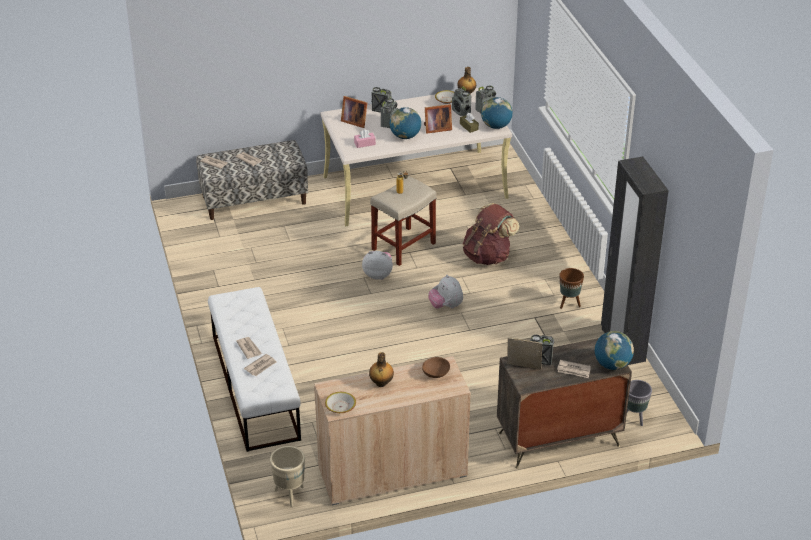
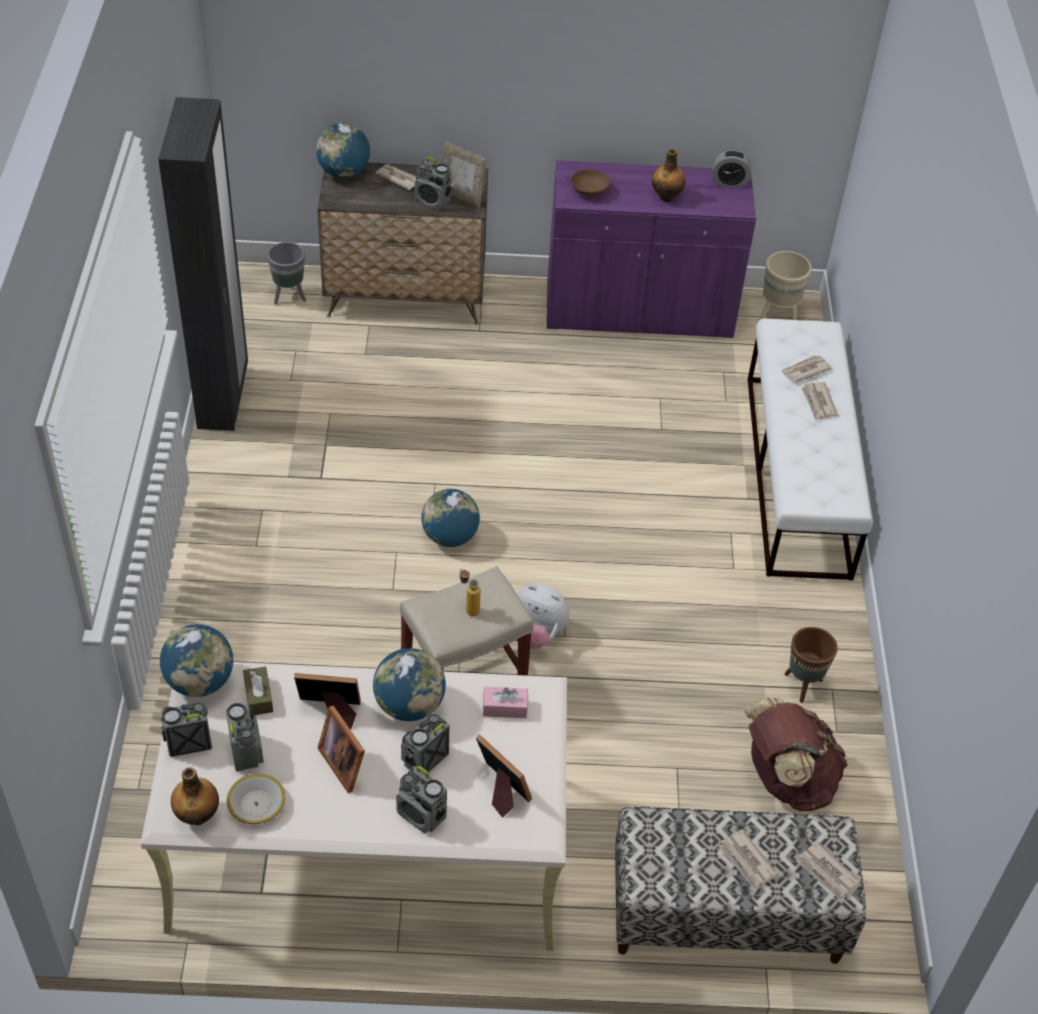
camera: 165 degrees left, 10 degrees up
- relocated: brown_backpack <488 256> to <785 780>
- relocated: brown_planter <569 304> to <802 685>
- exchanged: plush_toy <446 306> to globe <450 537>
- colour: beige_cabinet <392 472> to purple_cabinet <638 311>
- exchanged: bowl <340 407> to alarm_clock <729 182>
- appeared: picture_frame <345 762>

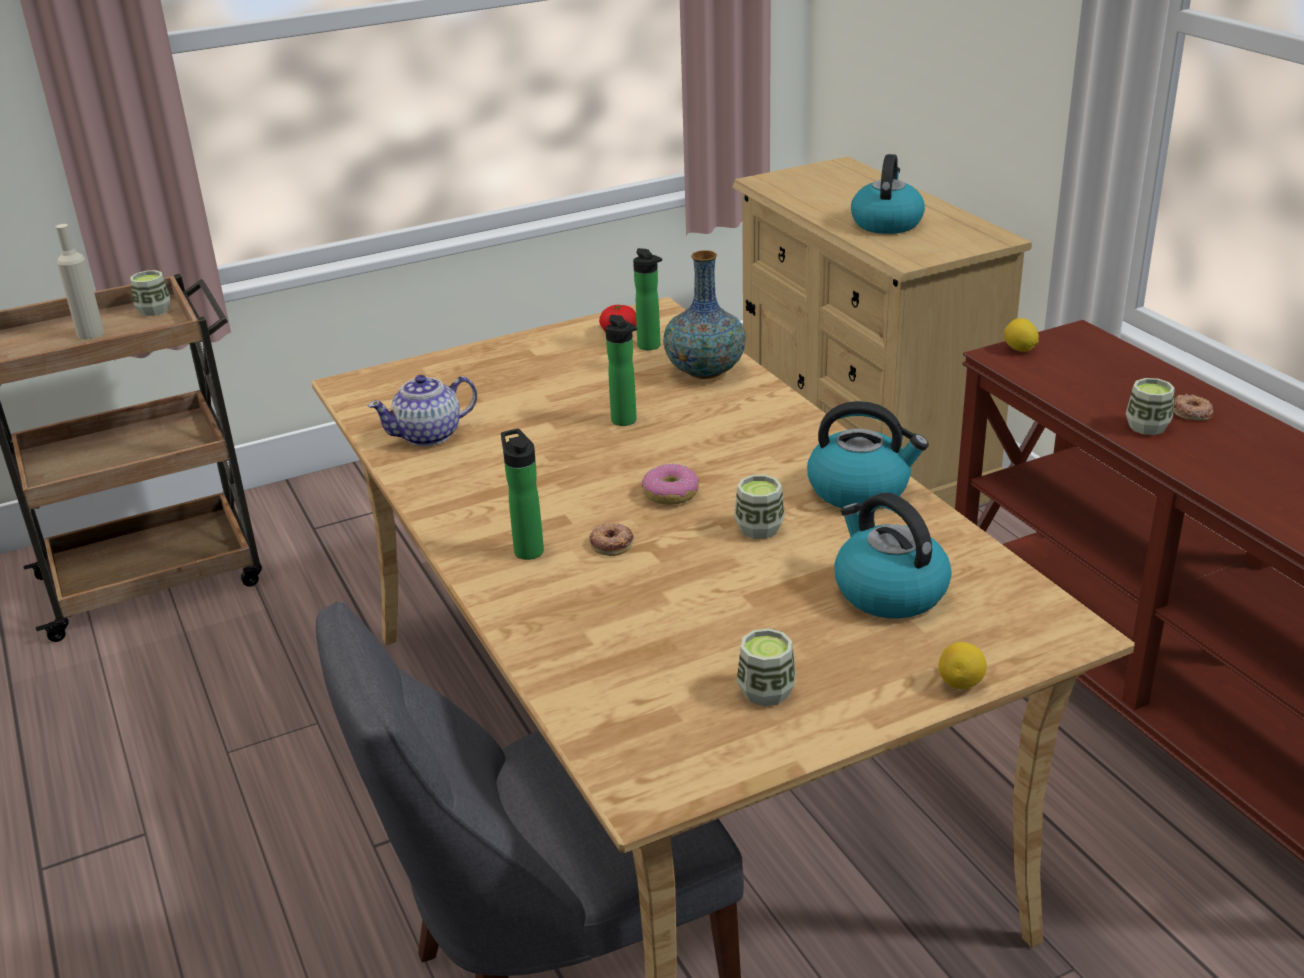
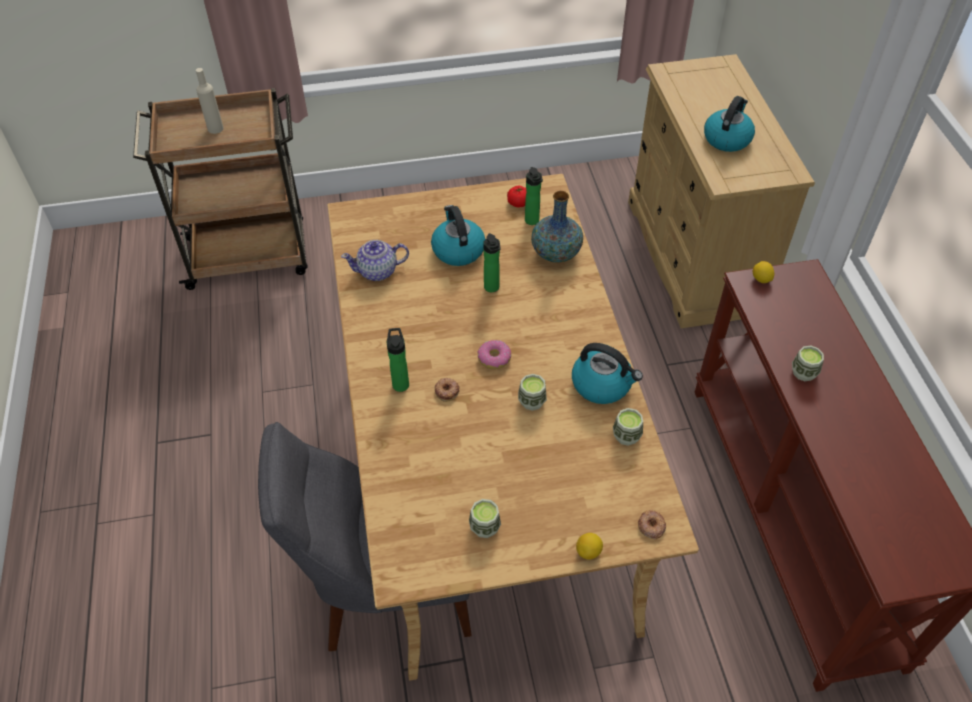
camera: 15 degrees right, 20 degrees up
- relocated: cup <154 310> to <626 436>
- relocated: donut <1191 412> to <651 526>
- relocated: kettle <888 591> to <457 250>

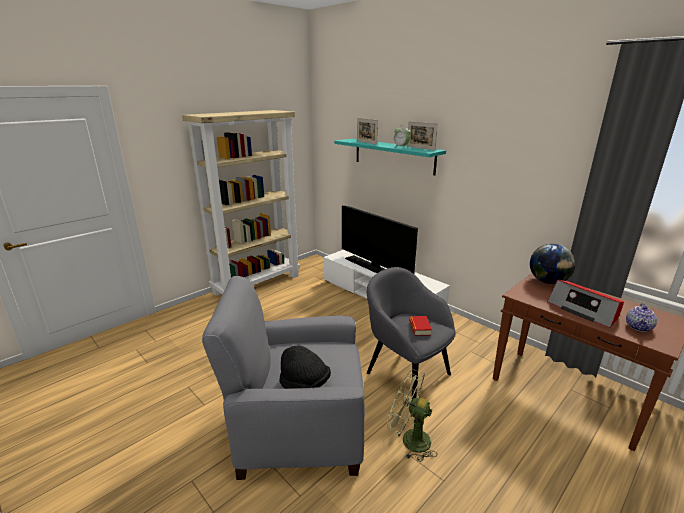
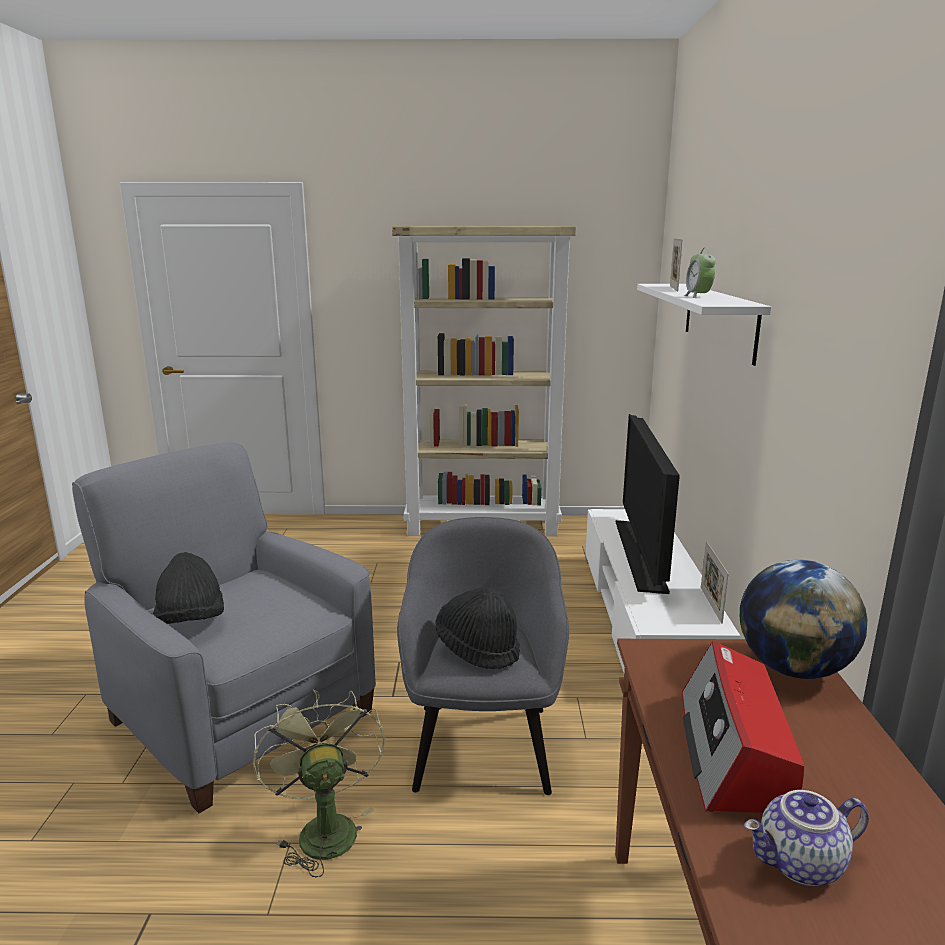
camera: 45 degrees right, 5 degrees down
- relocated: picture_frame <420 148> to <711 605>
- colour: turquoise_shelf <393 155> to white_shelf <719 319>
- exchanged: book <419 328> to black_hat <478 649>

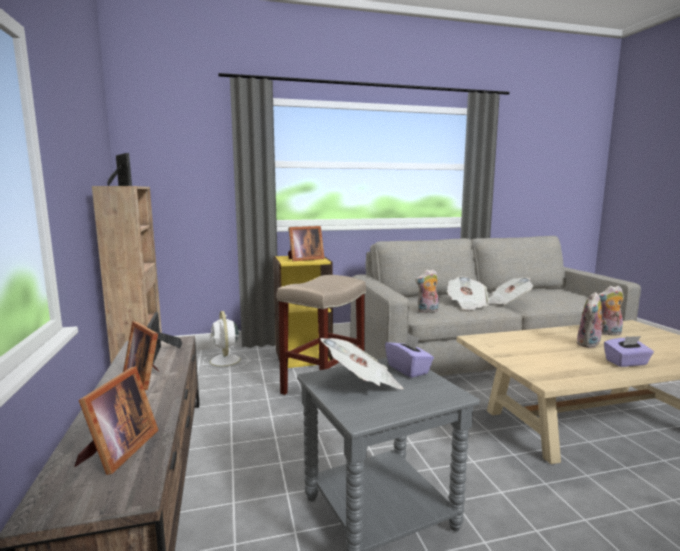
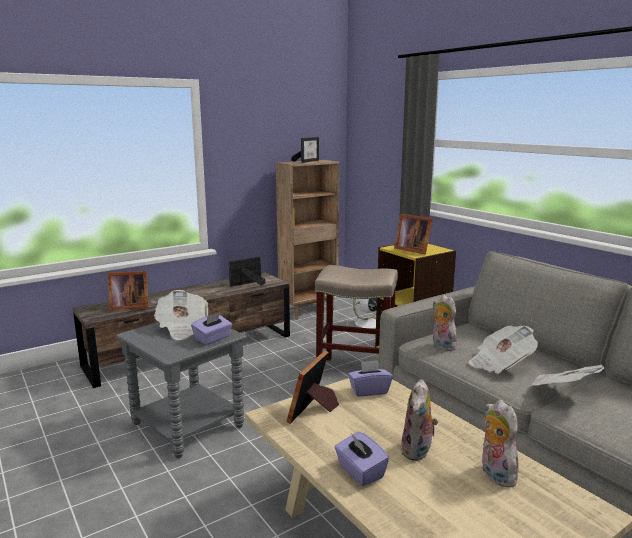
camera: 70 degrees right, 5 degrees up
- spun: plush_toy <590 344> = <418 451> 90 degrees counterclockwise
- relocated: picture_frame <146 377> to <313 411>
- appeared: purple_tissue_box <369 391>

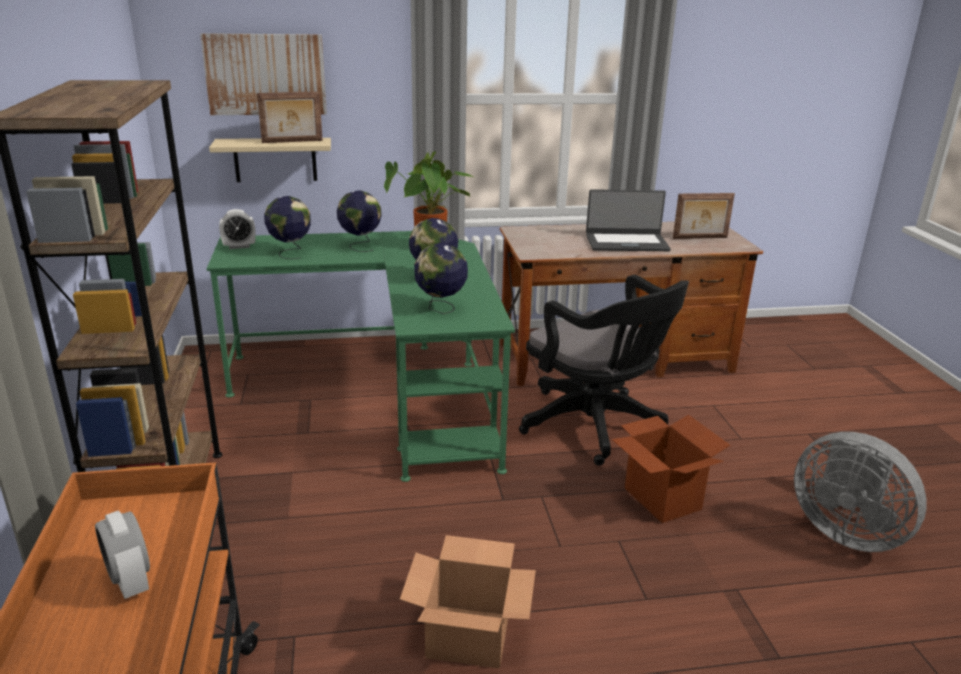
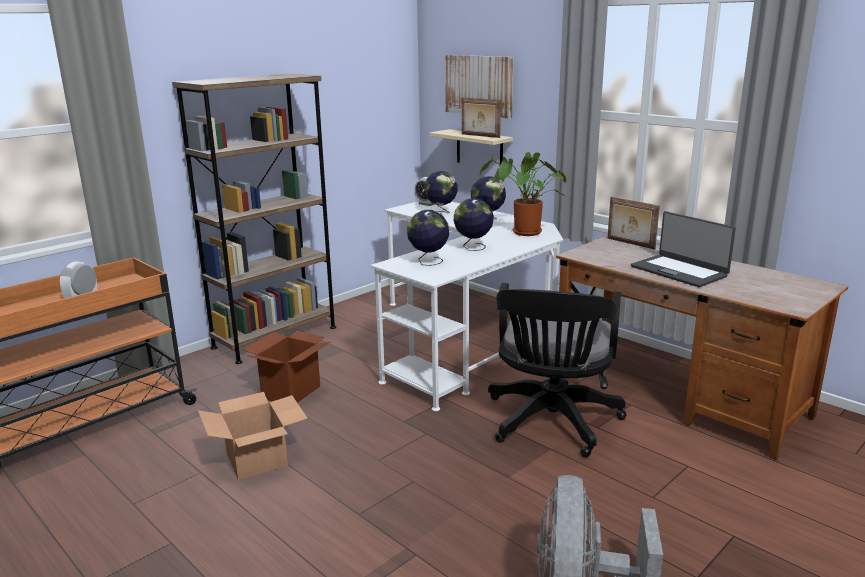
camera: 55 degrees right, 5 degrees down
- relocated: picture_frame <700 238> to <630 243>
- colour: green_desk <383 391> to white_desk <467 338>
- relocated: cardboard_box <661 498> to <291 392>

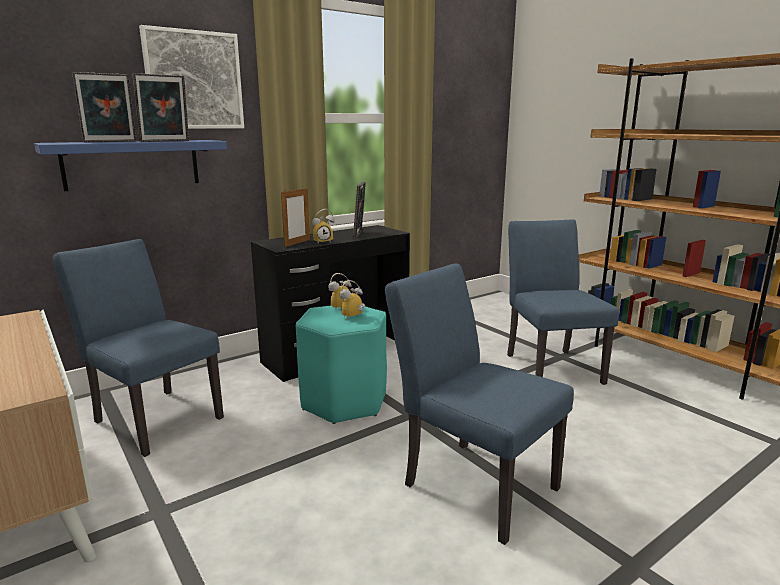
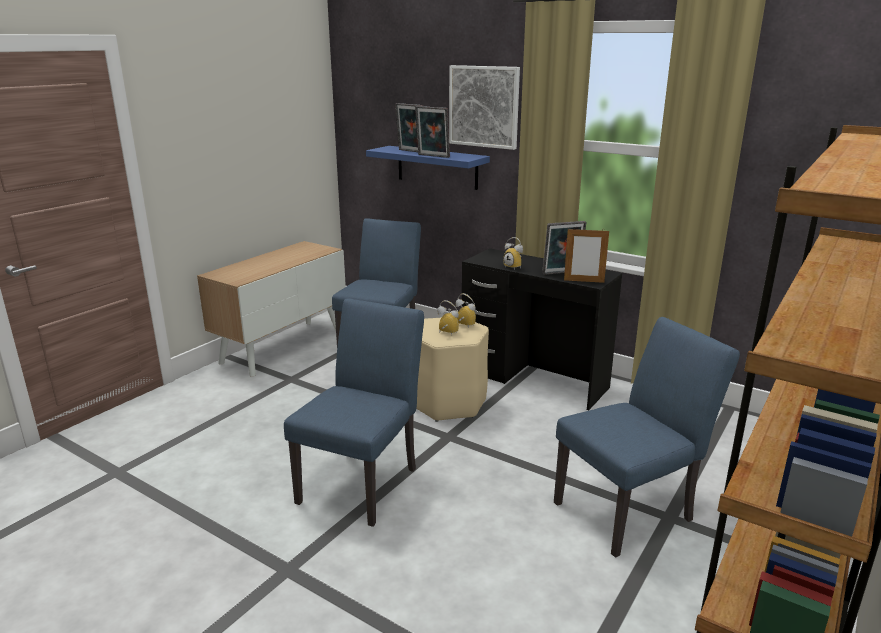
camera: 70 degrees right, 5 degrees up
- relocated: picture_frame <297 243> to <584 281>
- colour: turquoise_stool <344 402> to beige_stool <448 403>

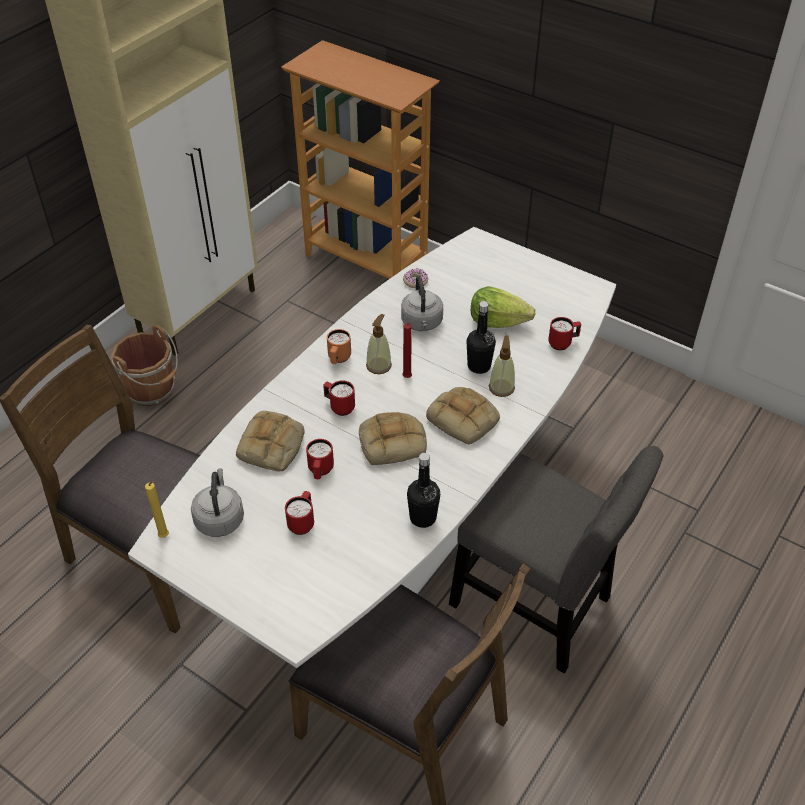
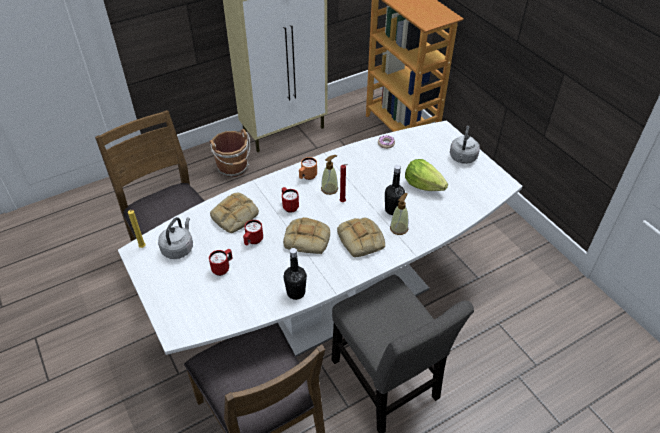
camera: 25 degrees right, 0 degrees up
- relocated: grey_kettle <422 323> to <462 158>
- missing: red_mug <563 343>

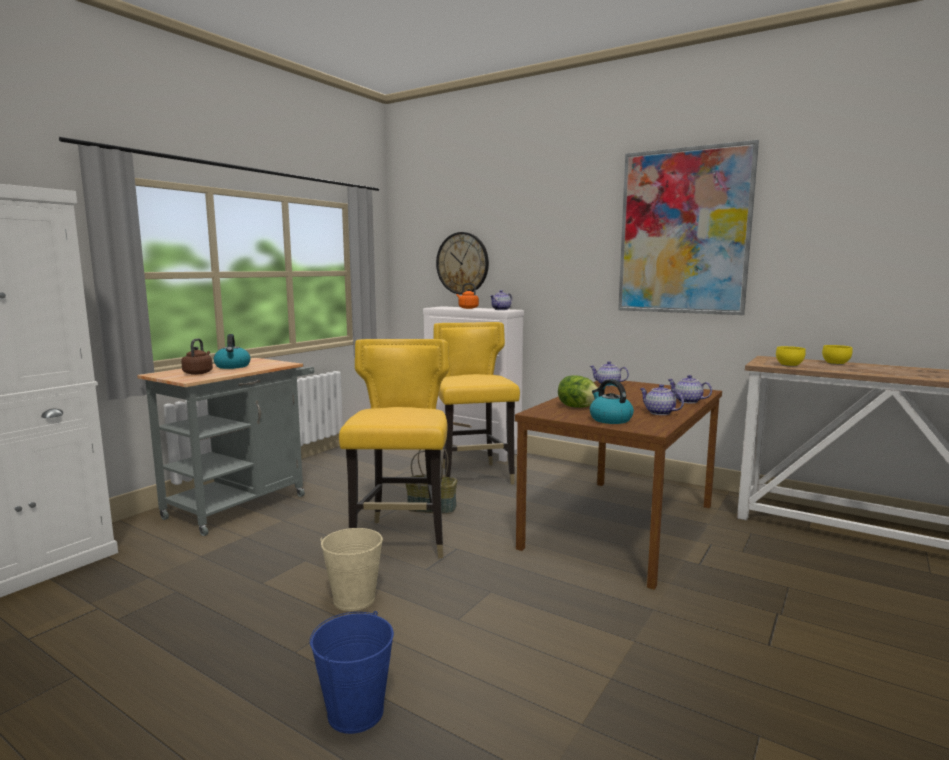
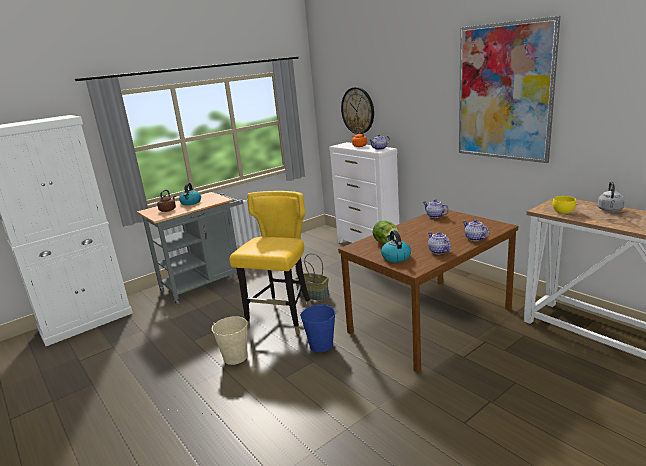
camera: 20 degrees right, 10 degrees up
- missing: yellow_chair <474 477>
- exchanged: yellow_bowl <836 363> to grey_kettle <610 210>
- relocated: blue_bucket <356 712> to <321 345>

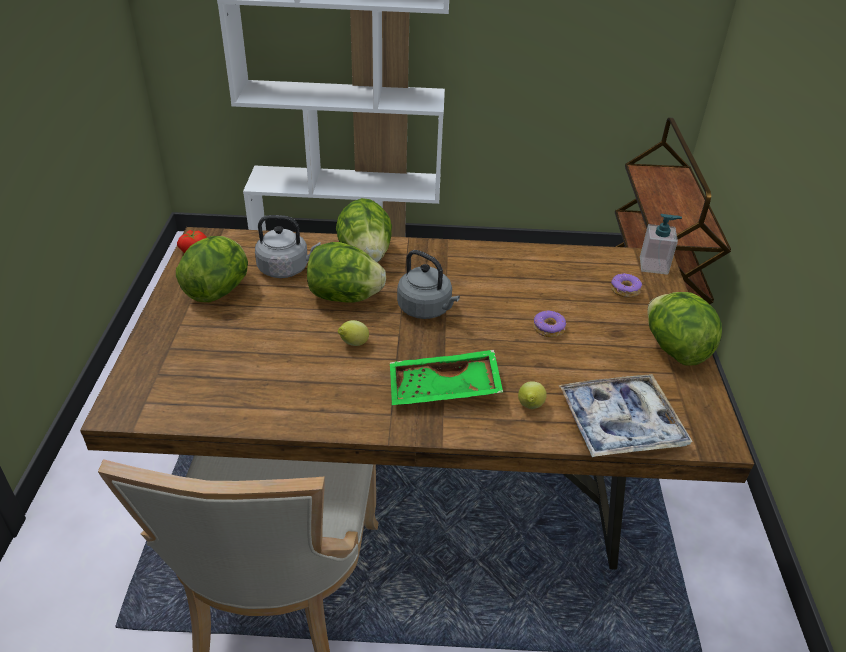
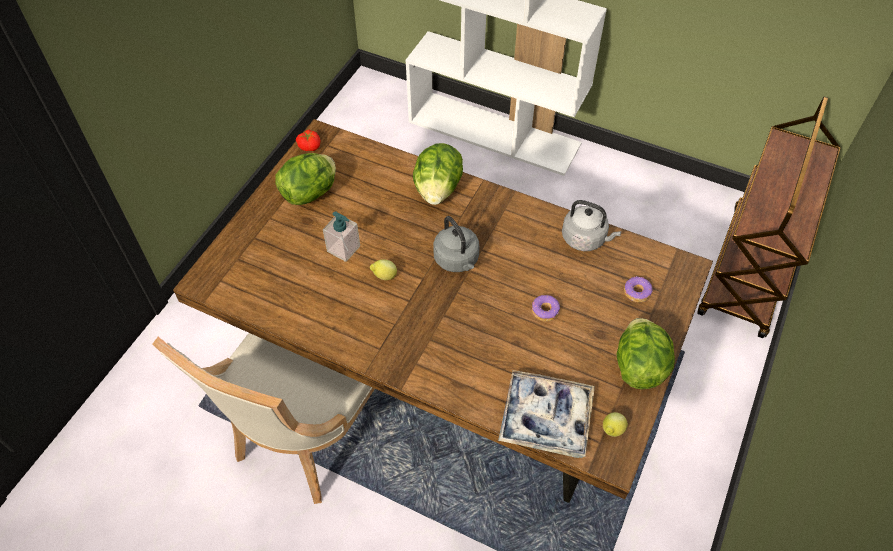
camera: 25 degrees right, 15 degrees up
- relocated: soap_dispenser <654 265> to <344 249>
- relocated: grey_kettle <286 269> to <586 239>
- missing: lettuce <345 297>
- missing: green_tray <444 390>
- relocated: lemon <530 407> to <611 431>

